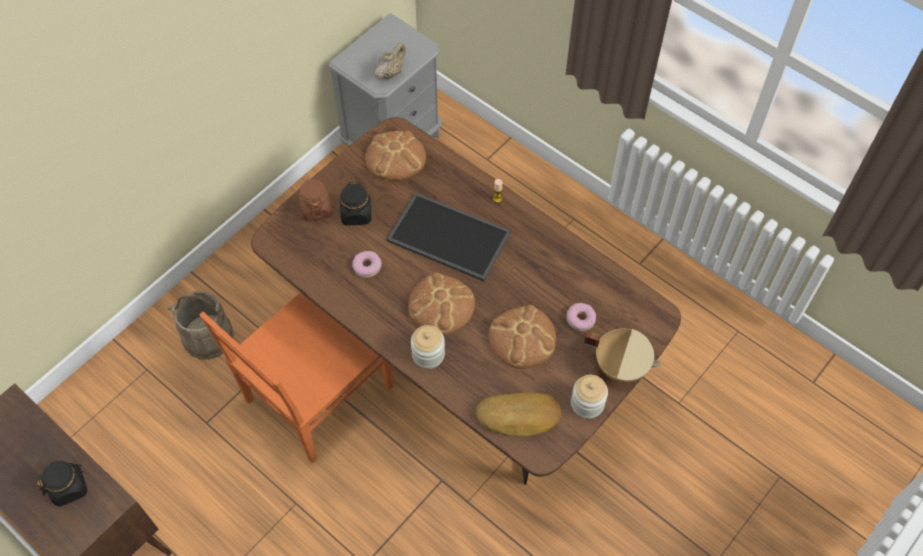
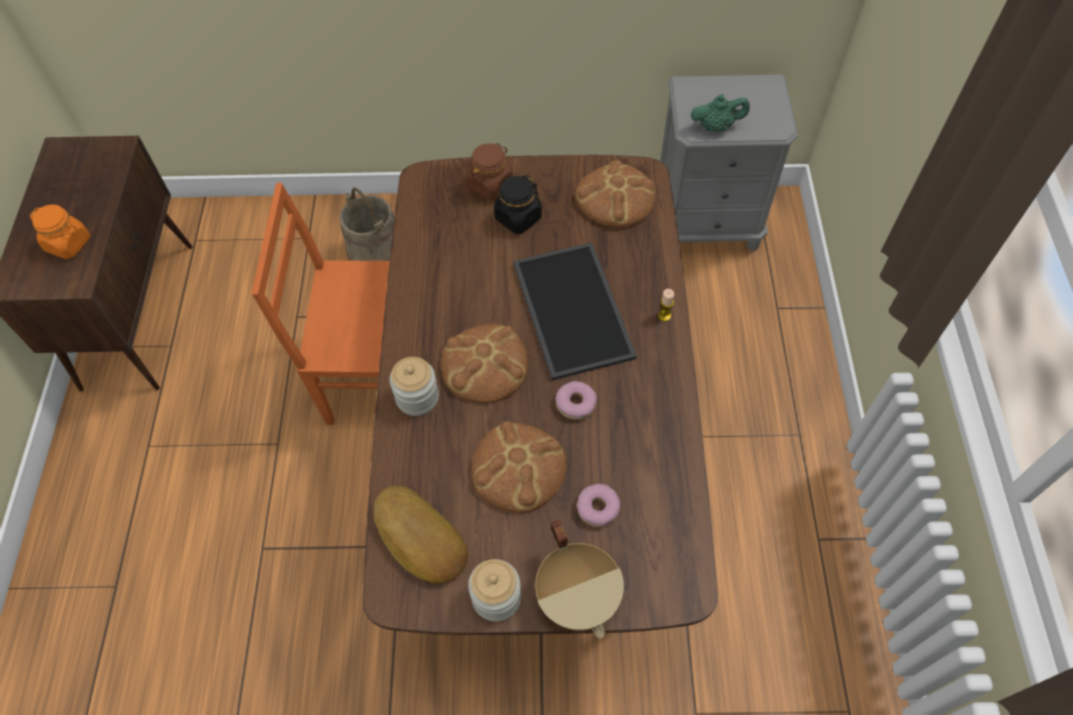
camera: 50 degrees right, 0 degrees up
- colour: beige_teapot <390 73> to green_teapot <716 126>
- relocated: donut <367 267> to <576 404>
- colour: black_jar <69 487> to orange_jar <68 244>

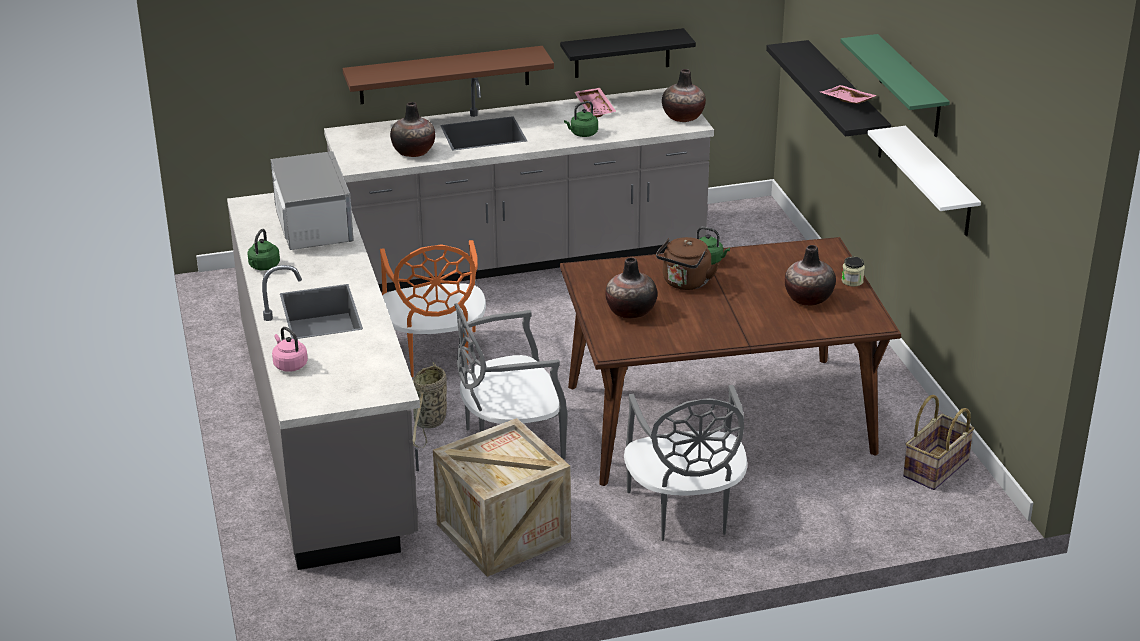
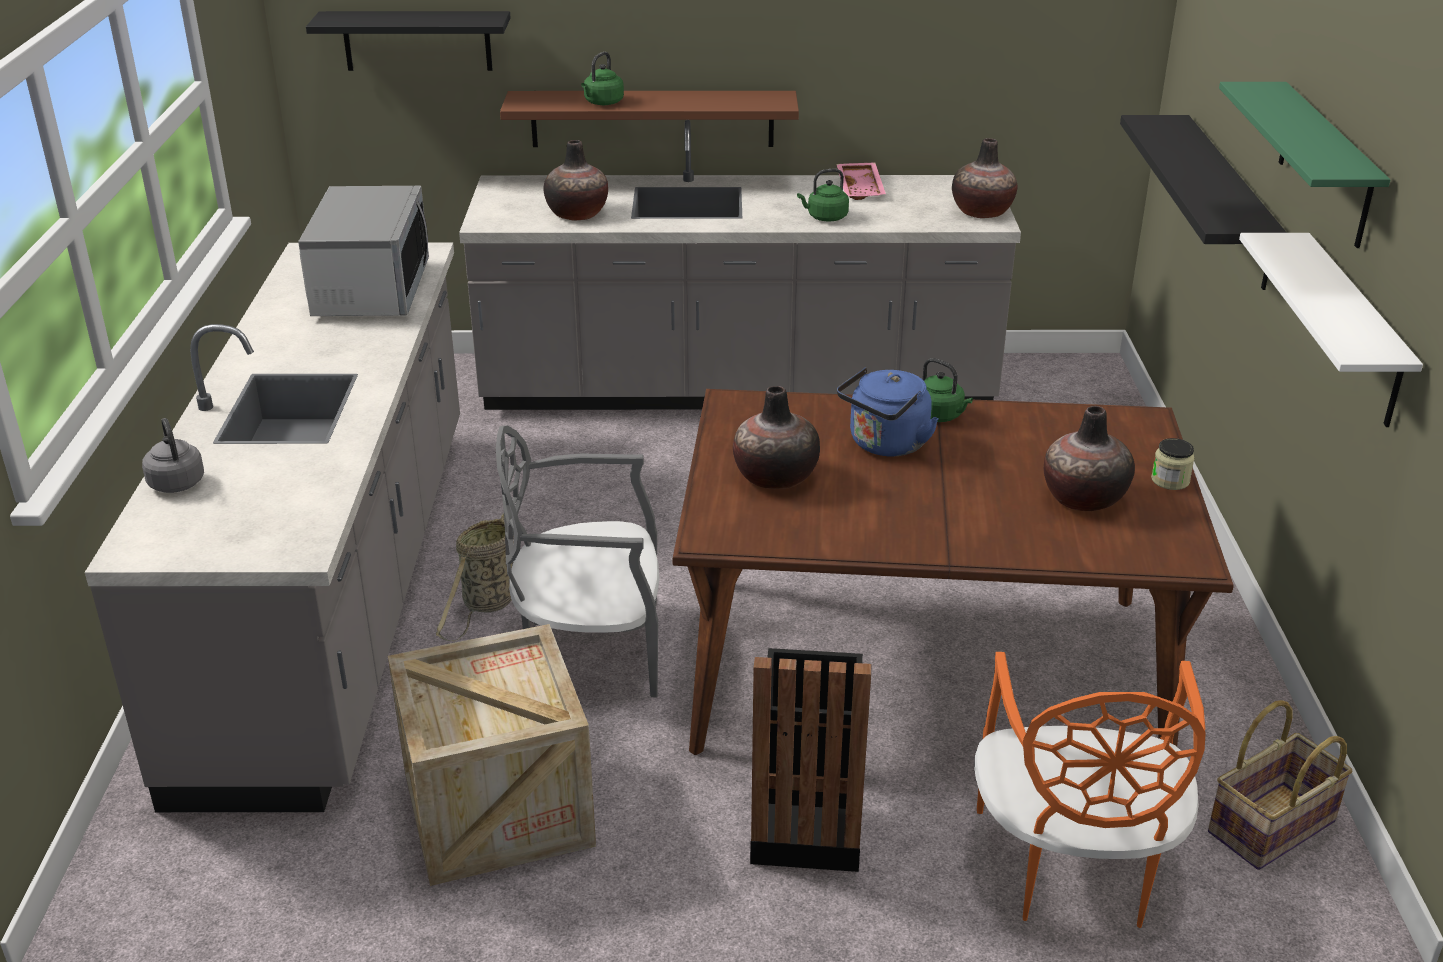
camera: 15 degrees right, 0 degrees up
- relocated: black_shelf <622 53> to <417 41>
- missing: pink_tray <846 101>
- relocated: green_kettle <263 266> to <602 103>
- colour: brown_kettle <685 283> to blue_kettle <885 445>
- relocated: orange_chair <435 355> to <1072 869>
- colour: pink_kettle <289 364> to grey_kettle <176 482>
- exchanged: grey_chair <685 512> to black_trash_can <805 829>

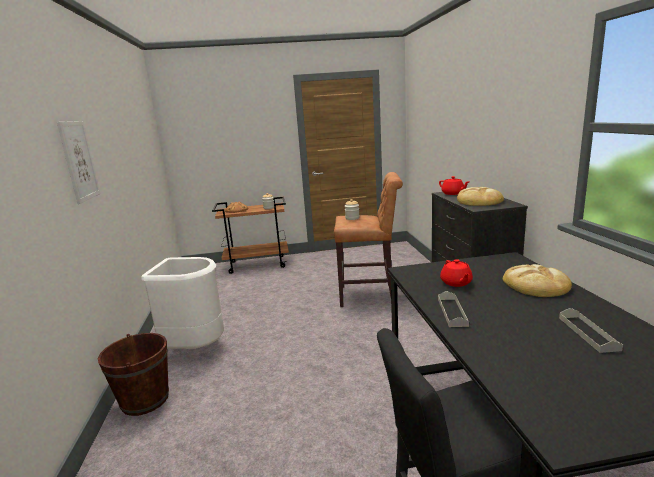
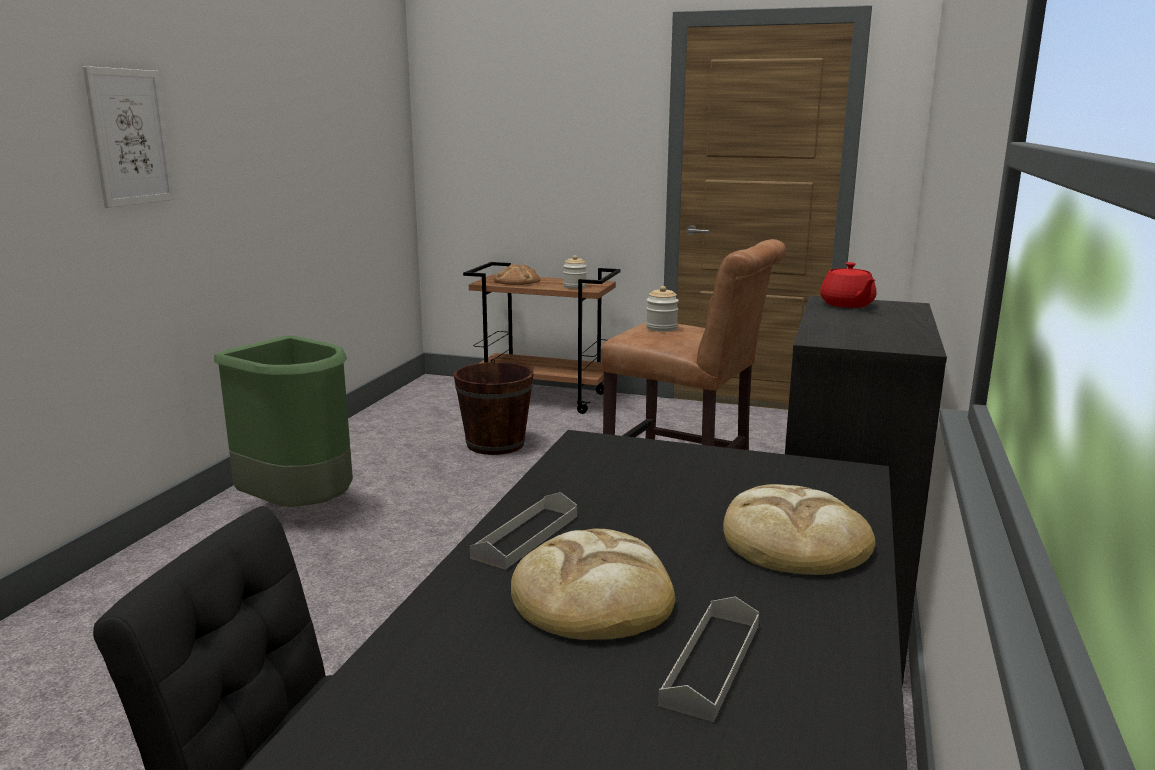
camera: 25 degrees right, 0 degrees up
- relocated: bread <478 201> to <593 595>
- colour: white_trash_can <195 348> to green_trash_can <300 508>
- missing: red_teapot <456 283>
- relocated: brown_bucket <145 400> to <495 444>

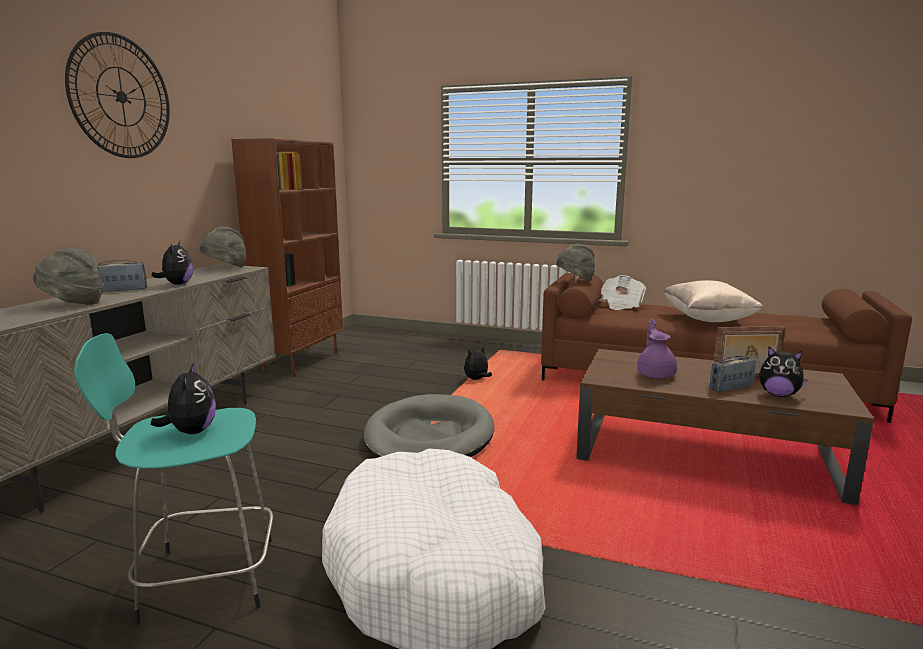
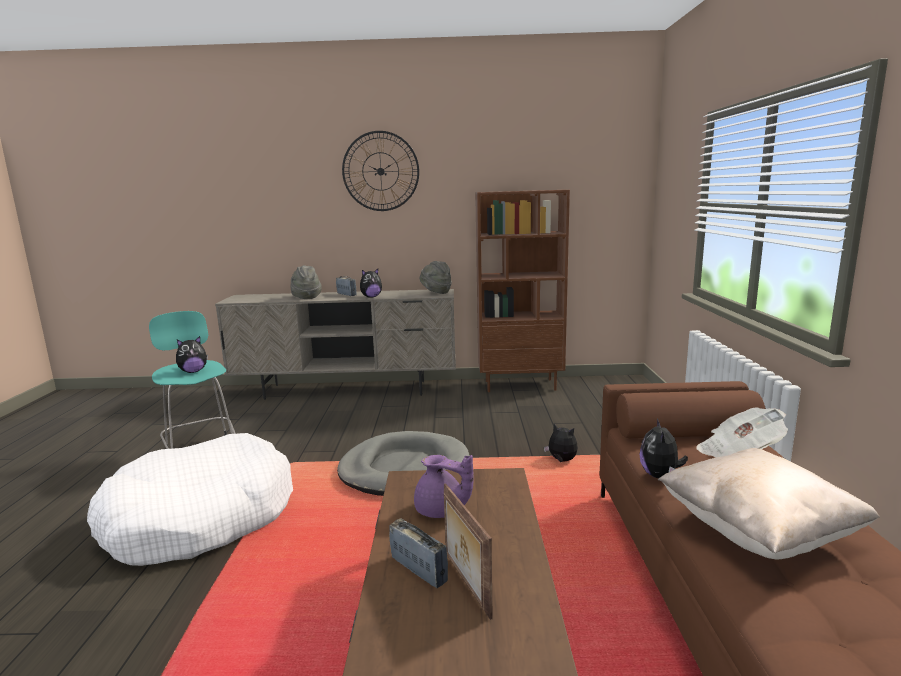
camera: 70 degrees right, 0 degrees up
- missing: grey_hat <575 280>
- spun: purple_teapot <655 374> = <441 511> 45 degrees clockwise
- relocated: plush_toy <778 395> to <660 475>

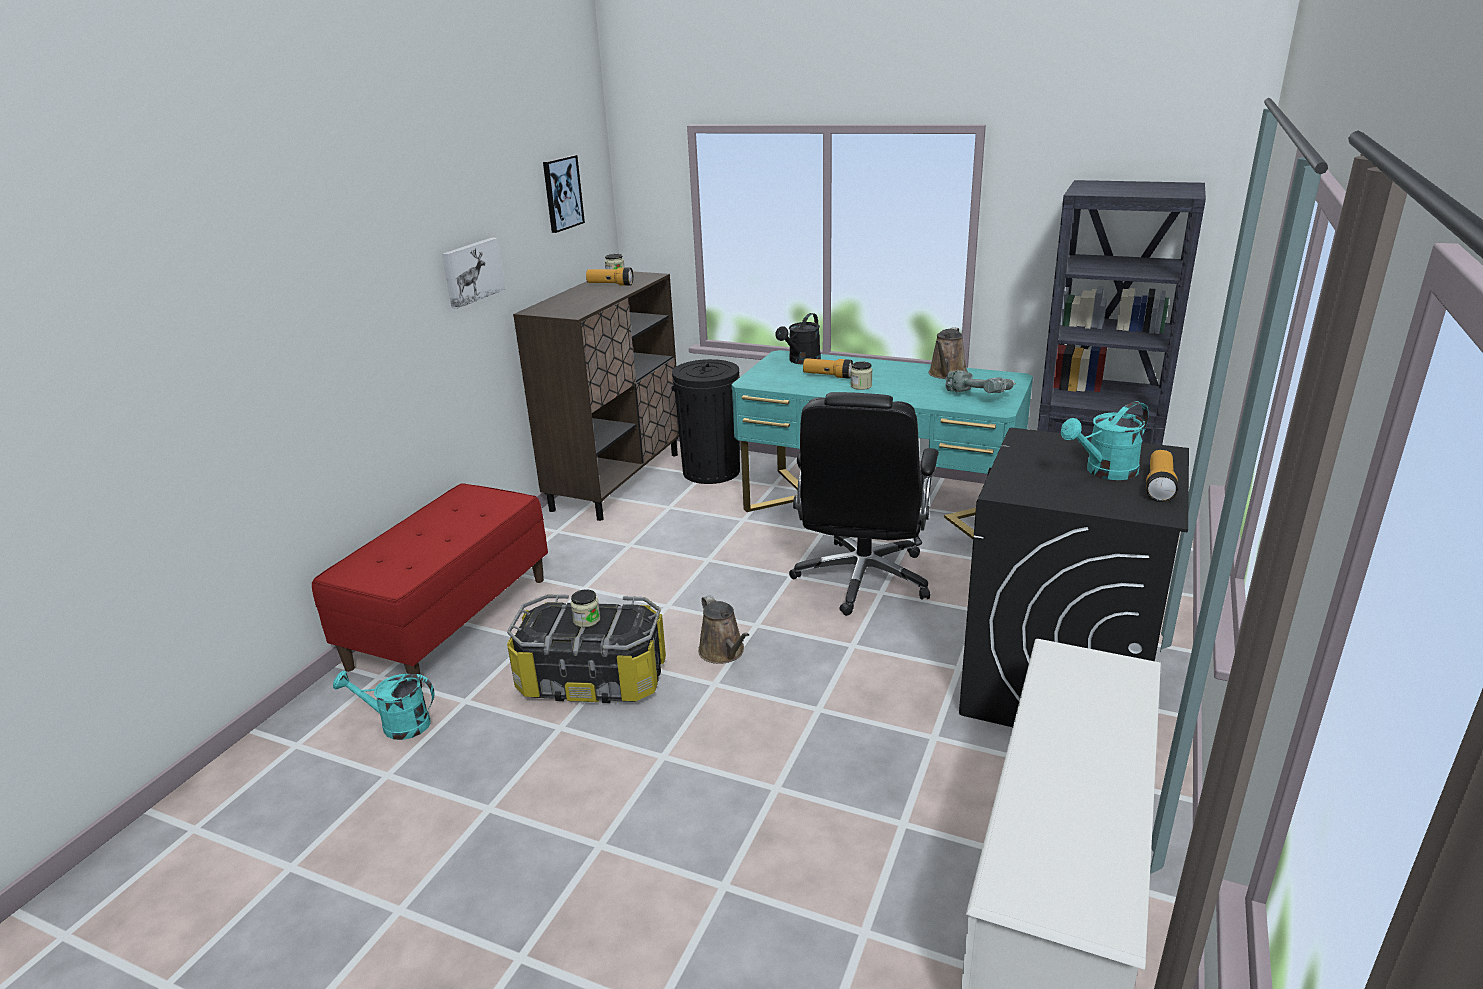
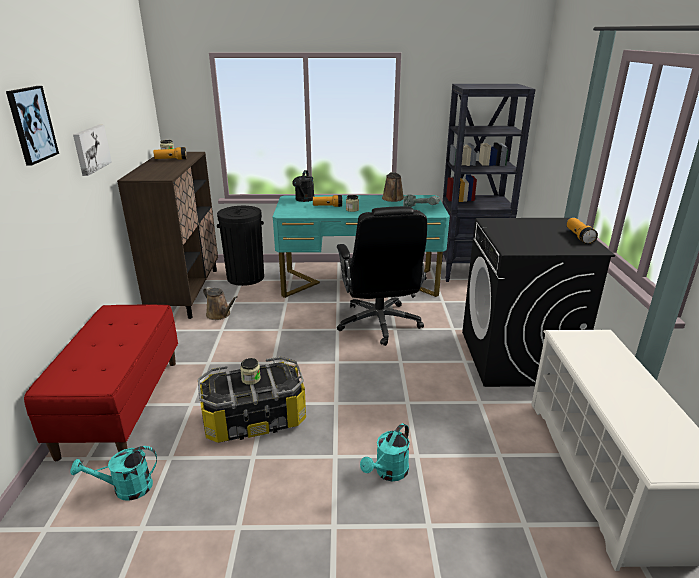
camera: 25 degrees left, 0 degrees up
- relocated: picture <562 193> to <31 124>
- relocated: turquoise_watering_can <1104 472> to <388 473>
- relocated: brown_watering_can <723 652> to <220 315>

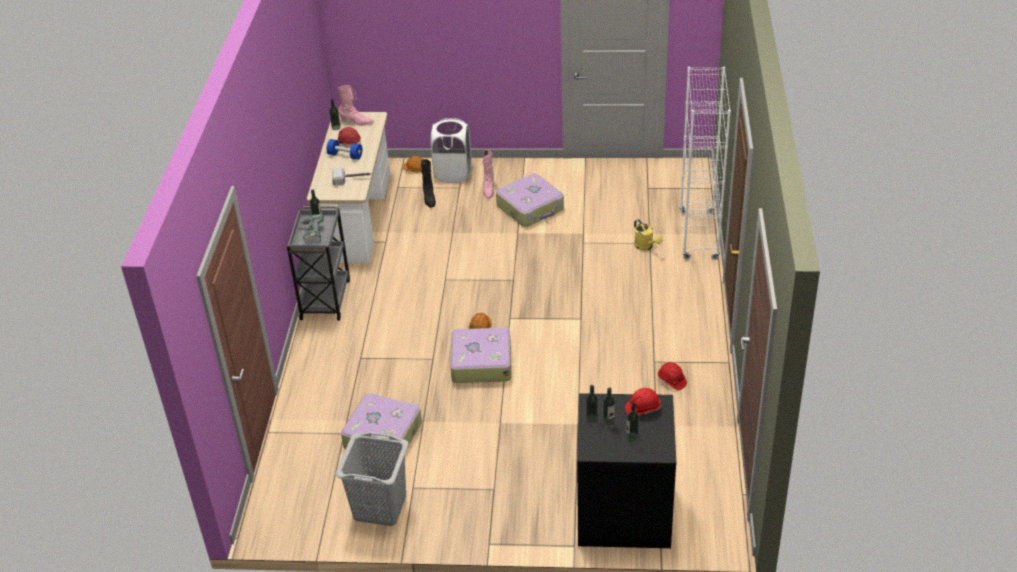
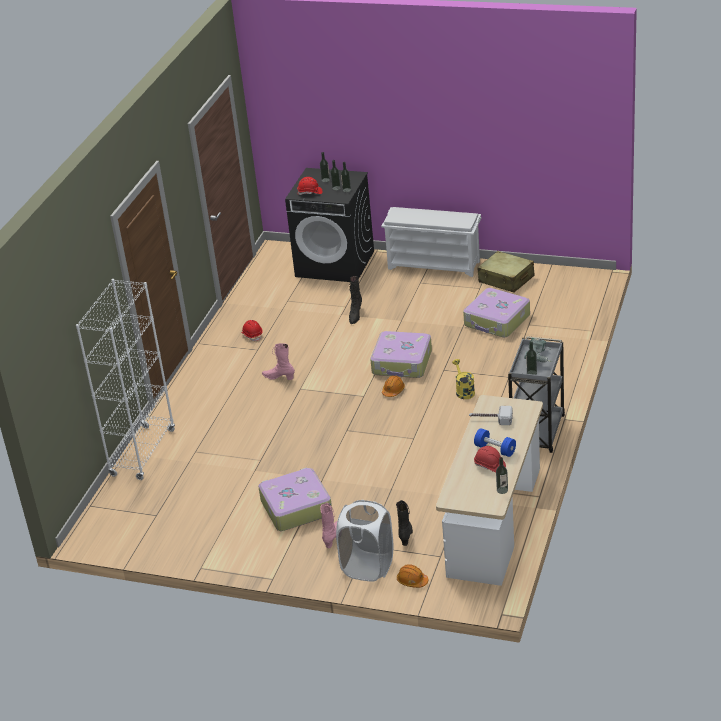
camera: 165 degrees left, 5 degrees down
- relocated: pink_boot <356 122> to <279 377>
- relocated: yellow_watering_can <646 246> to <464 391>
- exchanged: grey_laundry_basket <379 507> to beige_suitcase <506 279>
- appeared: white_shoe_rack <435 265>
- appeared: black_boot <355 315>

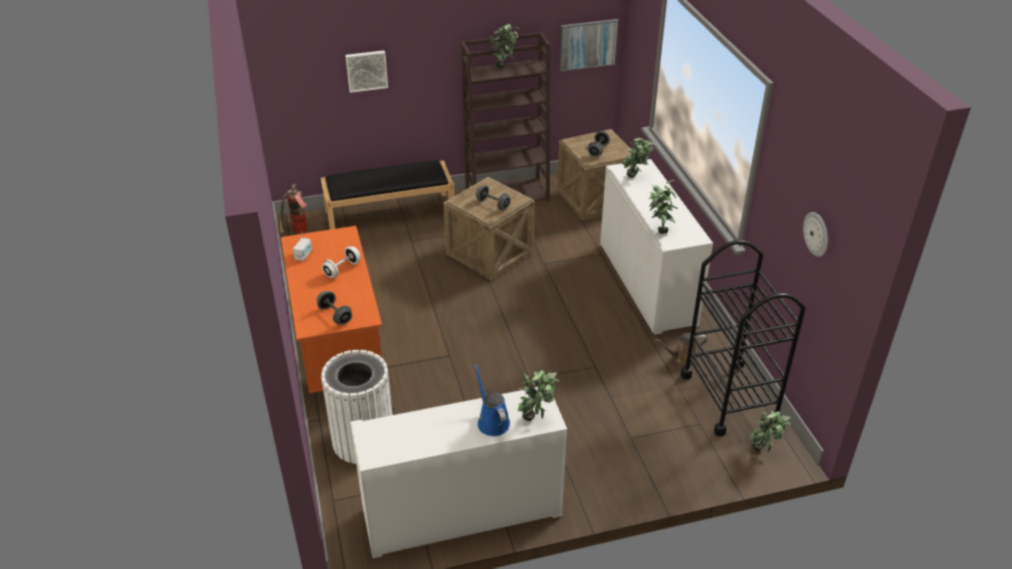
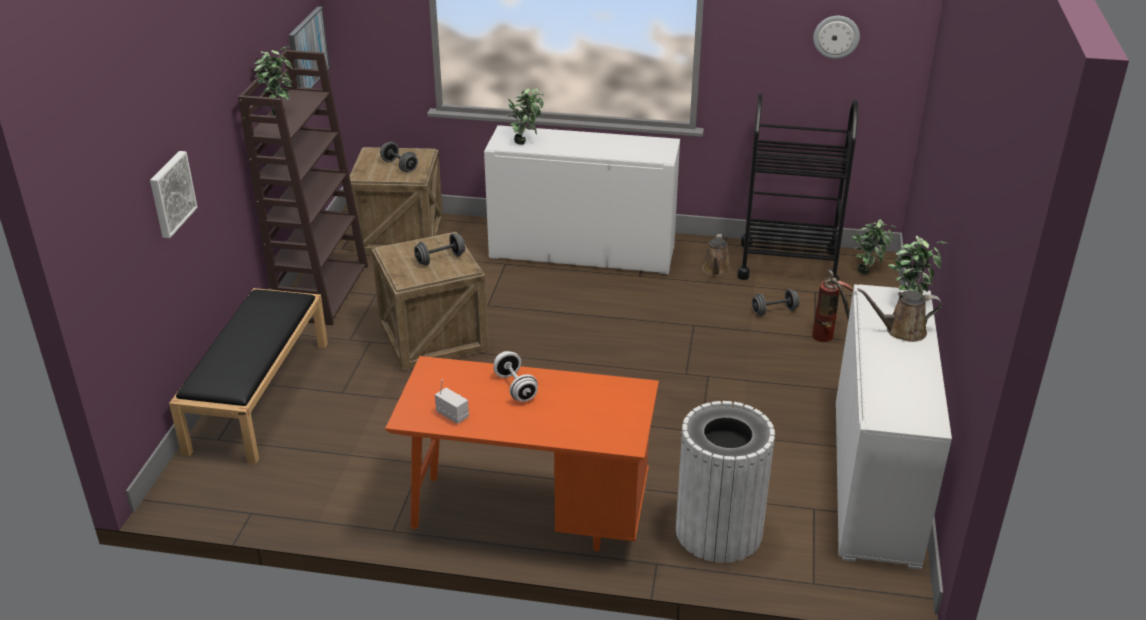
camera: 65 degrees left, 5 degrees down
- missing: potted_plant <659 229>
- relocated: fire_extinguisher <298 233> to <830 339>
- relocated: grey_dumbbell <335 315> to <774 311>
- colour: blue_watering_can <492 421> to brown_watering_can <901 331>

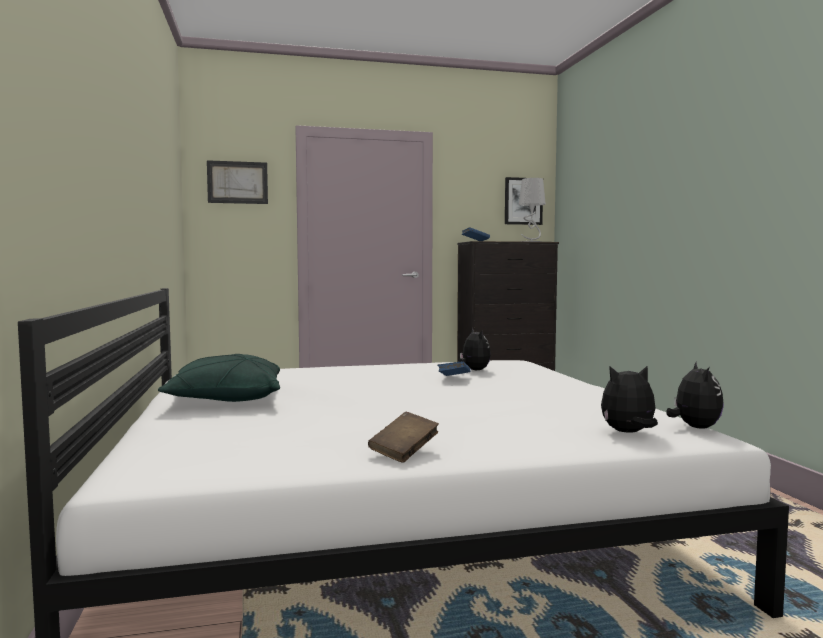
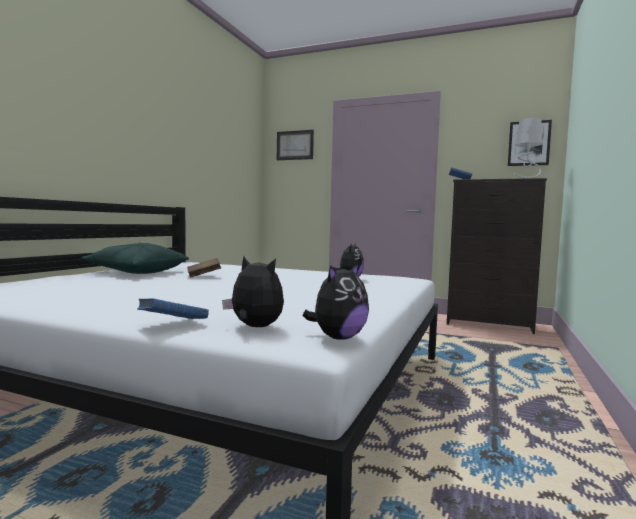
camera: 35 degrees right, 0 degrees up
- relocated: blue_book <454 379> to <173 325>
- relocated: brown_book <404 452> to <204 276>

